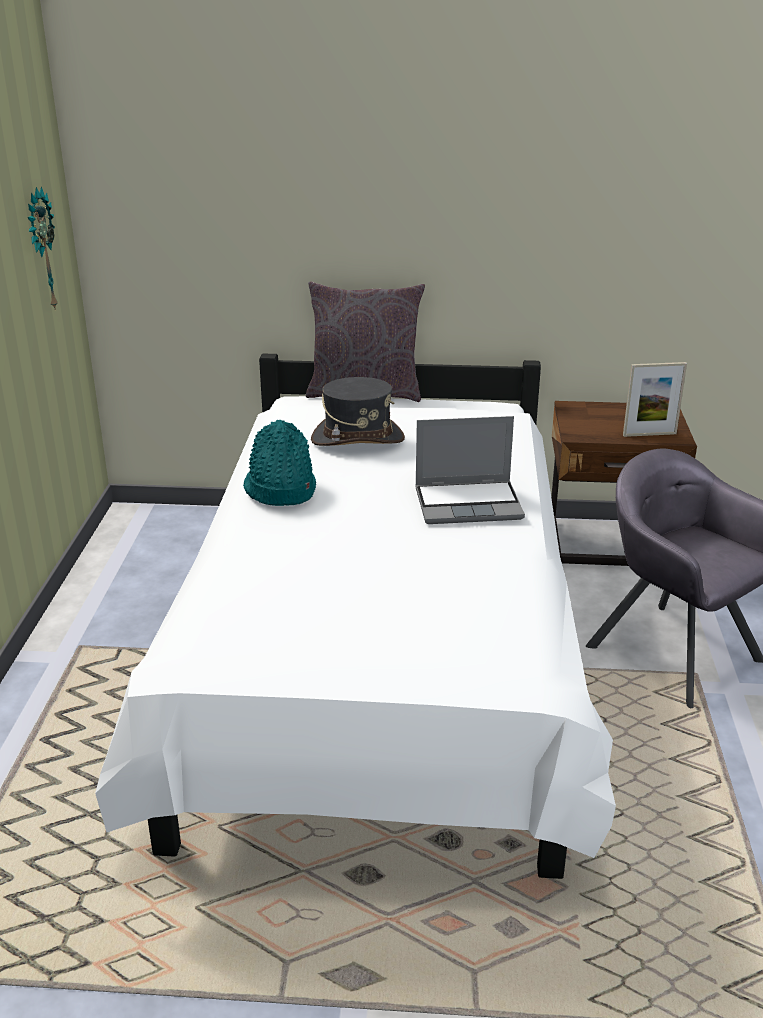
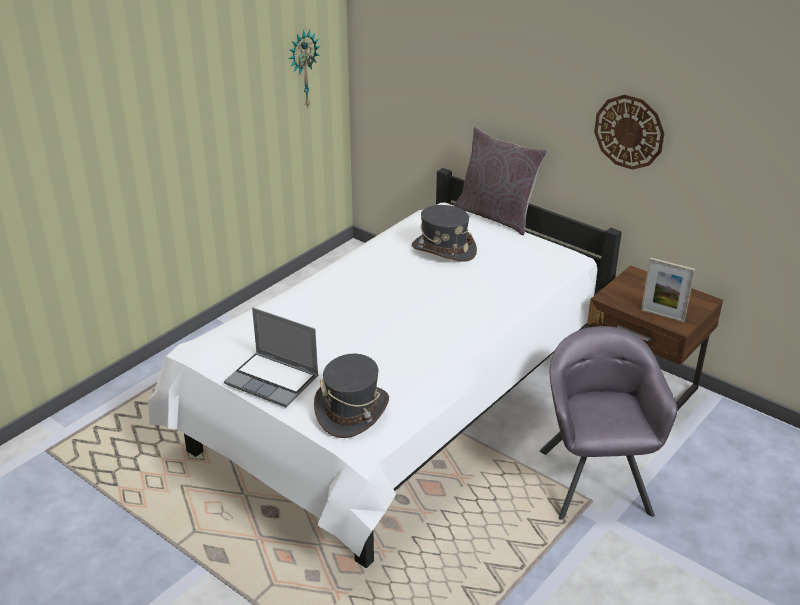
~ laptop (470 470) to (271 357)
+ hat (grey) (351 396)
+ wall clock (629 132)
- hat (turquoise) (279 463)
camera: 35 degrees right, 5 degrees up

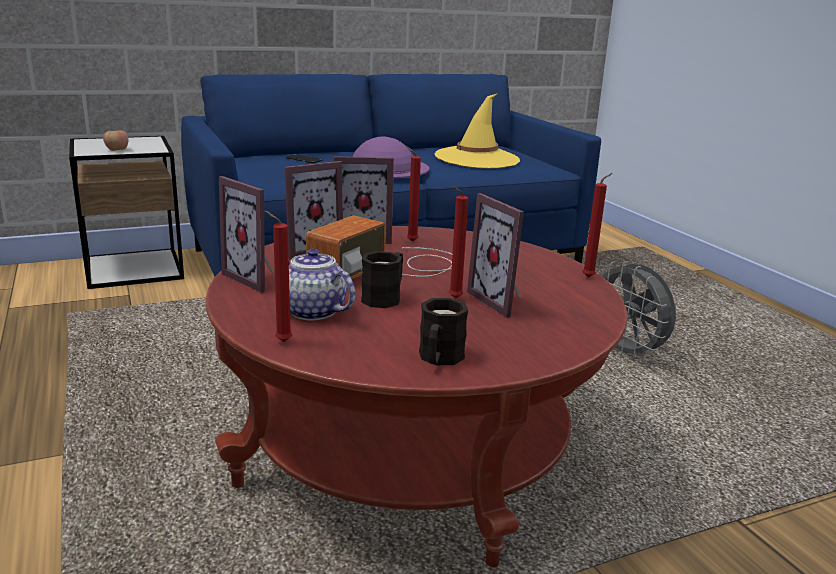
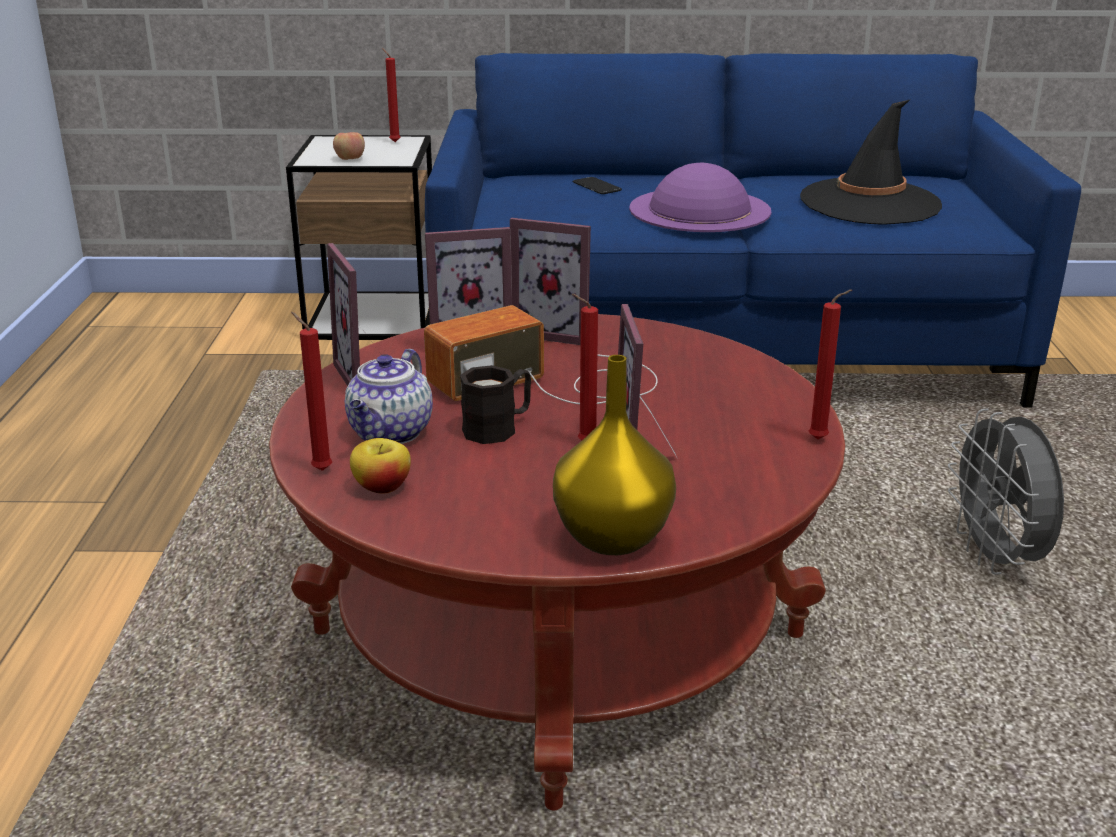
~ teapot (322 284) = (389 396) 135 degrees counterclockwise
+ apple (380 466)
~ candle (red) (413 194) to (391 95)
+ vase (yellow) (614 455)
~ hat (yellow) (477 130) to hat (black) (871 162)
- mug (black) (443 331)
camera: 25 degrees right, 5 degrees up

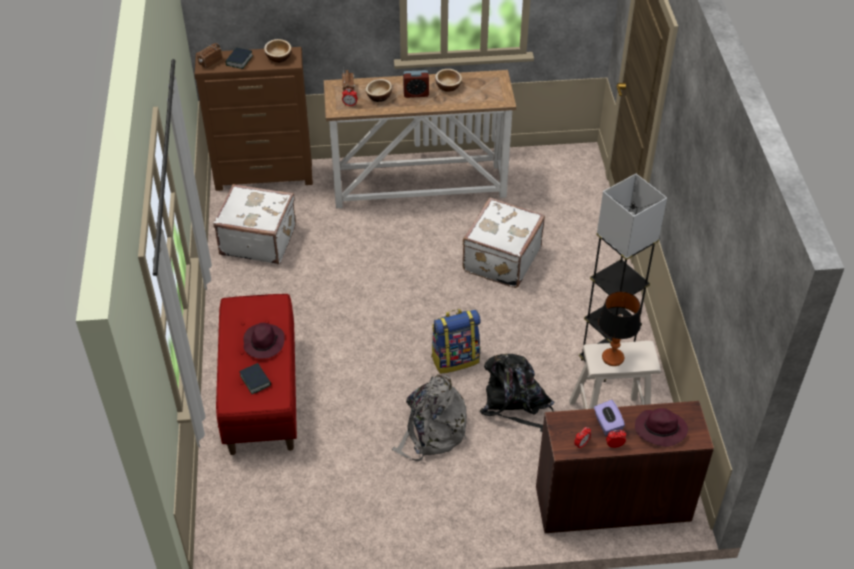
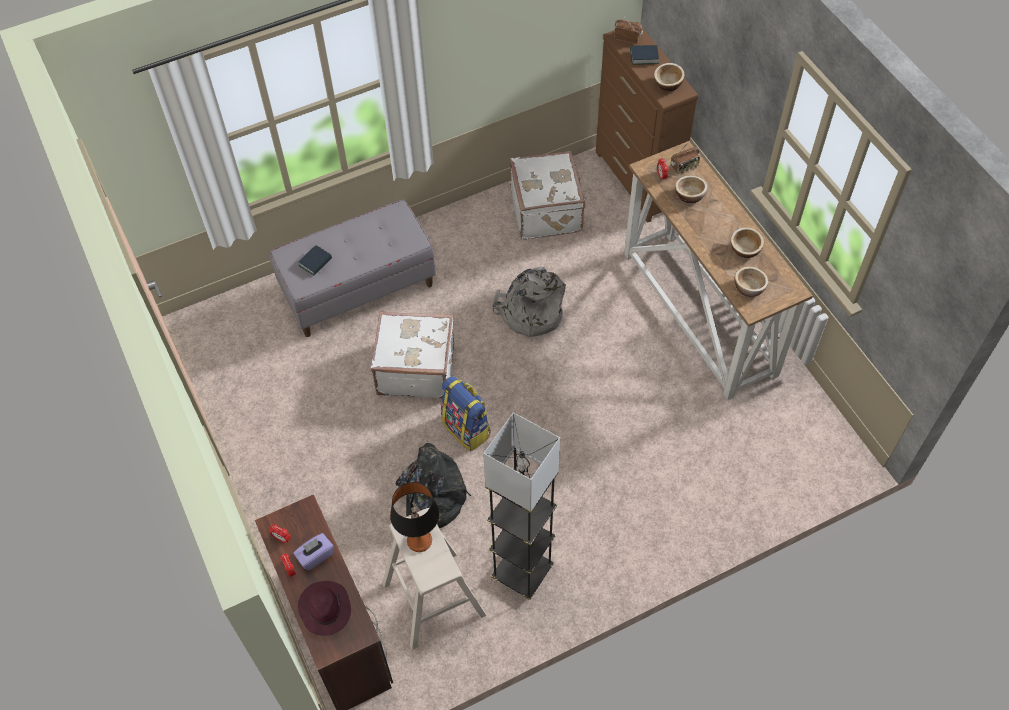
~ bench (red) (256 374) to bench (grey) (352 268)
~ suitcase (white) (504 243) to (412 354)
~ backpack (grey) (429 417) to (529 302)
+ bowl (751 282)
- hat (purple) (264 341)
- alarm clock (416 84)
camera: 70 degrees right, 10 degrees up

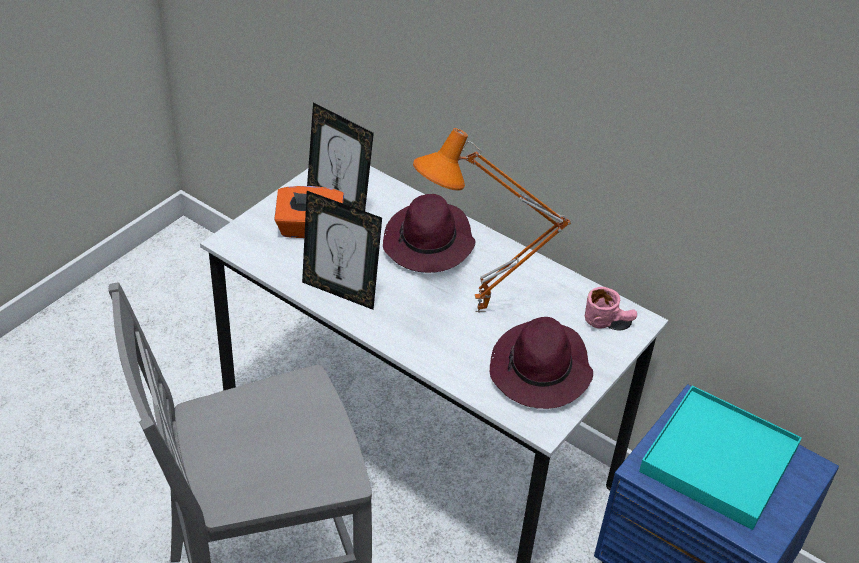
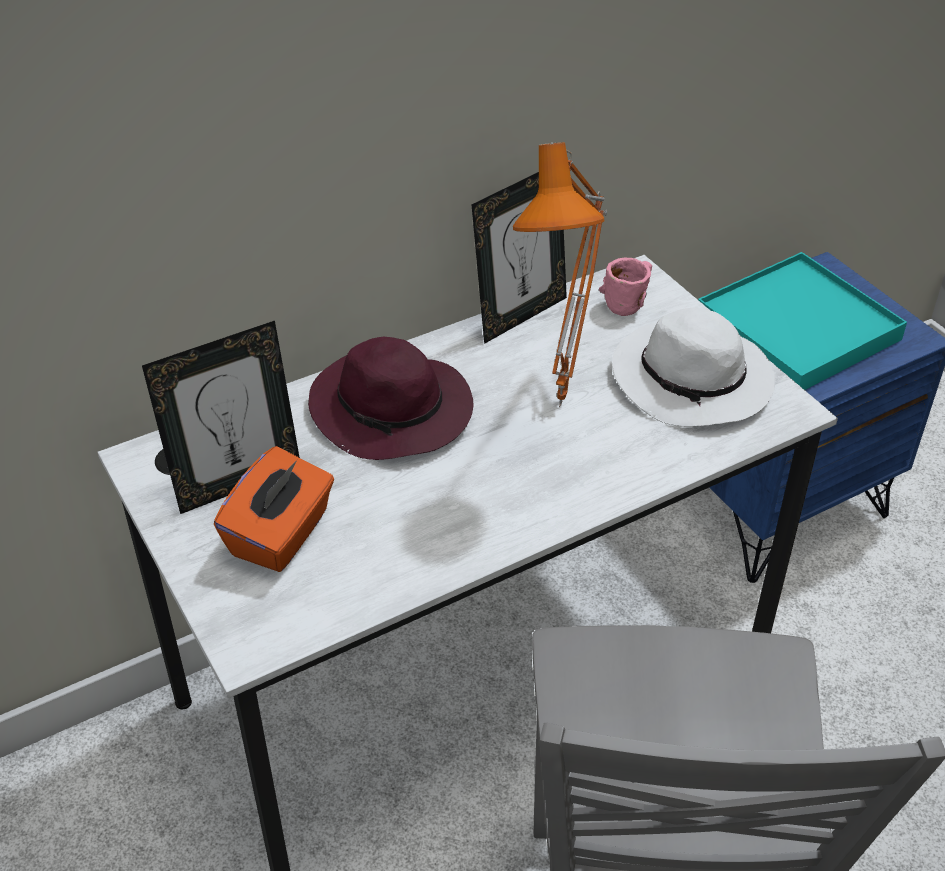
~ picture frame (342 250) to (519 258)
~ hat (purple) (541 363) to hat (white) (693 367)
camera: 65 degrees left, 0 degrees up

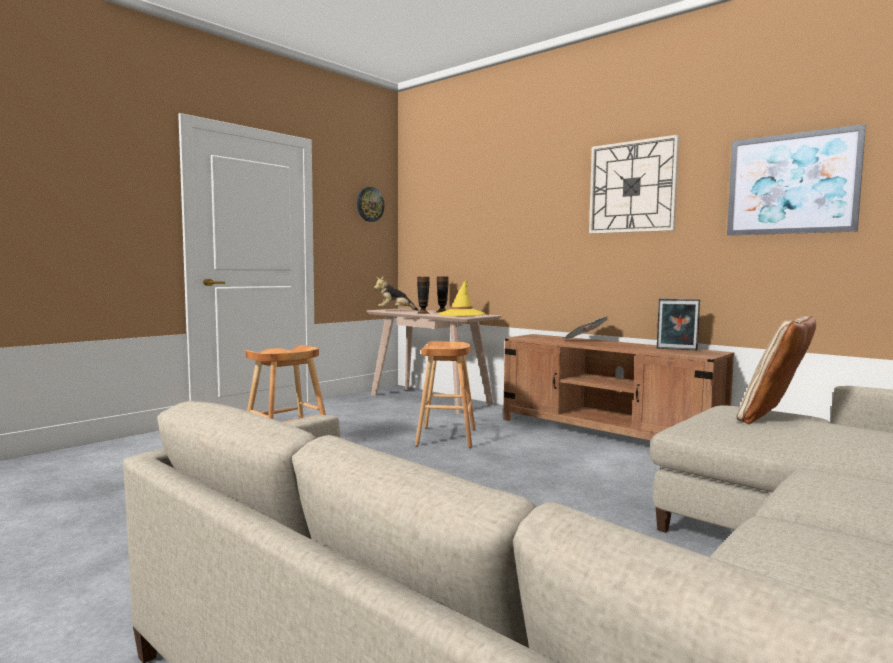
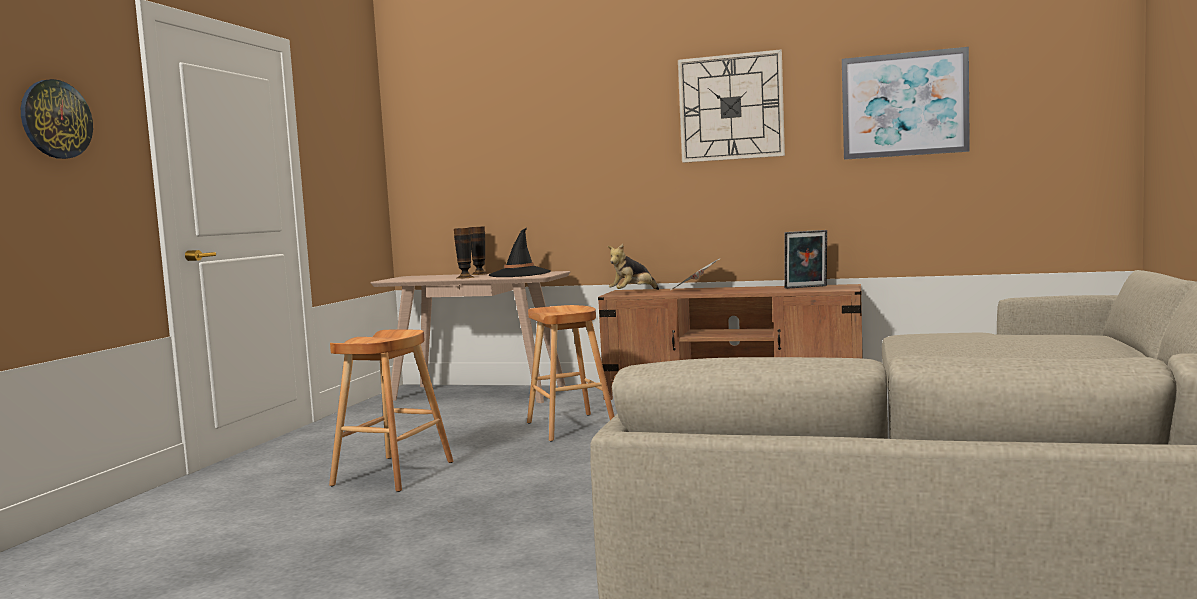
~ wall clock (370 204) to (57 119)
~ hat (yellow) (461 297) to hat (black) (519 252)
~ plush toy (396 294) to (633 267)
- pillow (beige) (776 370)
camera: 25 degrees left, 0 degrees up

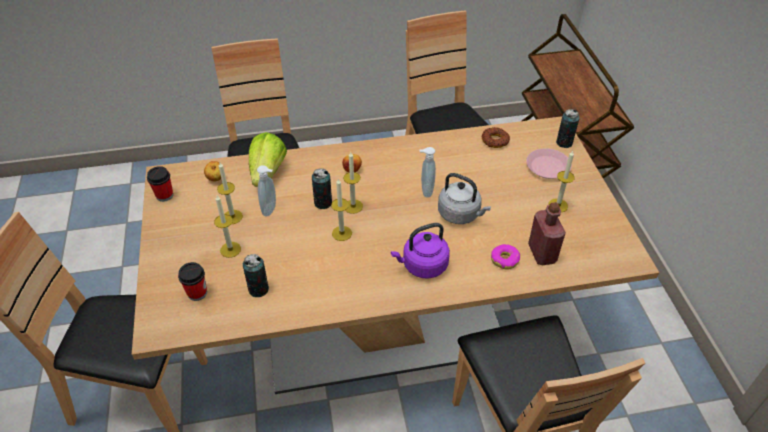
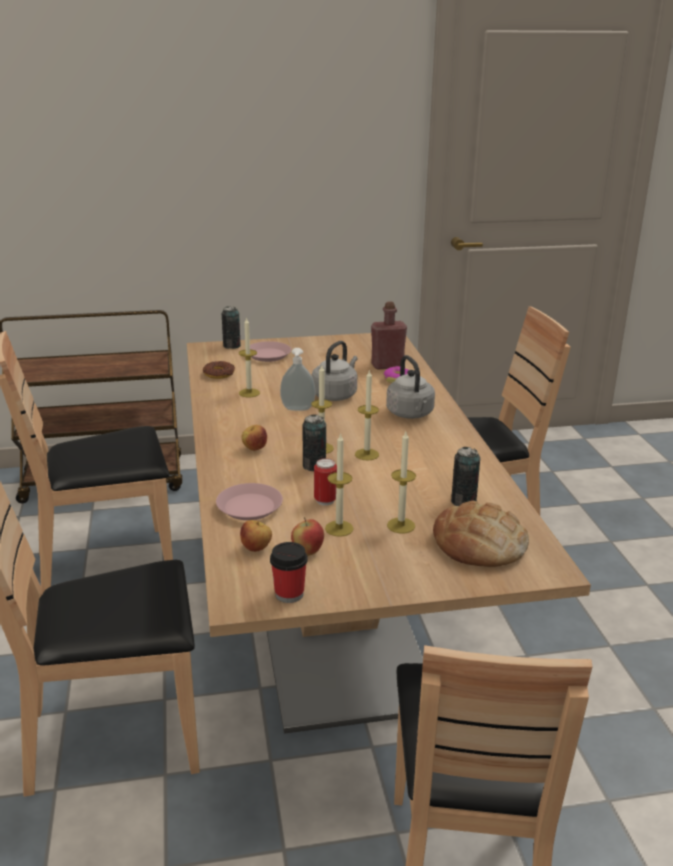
~ lettuce (268 159) to plate (pink) (249 501)
~ candle (561 181) to (249 357)
+ apple (307 536)
~ soap dispenser (266 190) to can (325 482)
~ kettle (purple) (420 251) to kettle (grey) (410 387)
~ cup (192 281) to bread (481 534)
camera: 90 degrees left, 20 degrees down

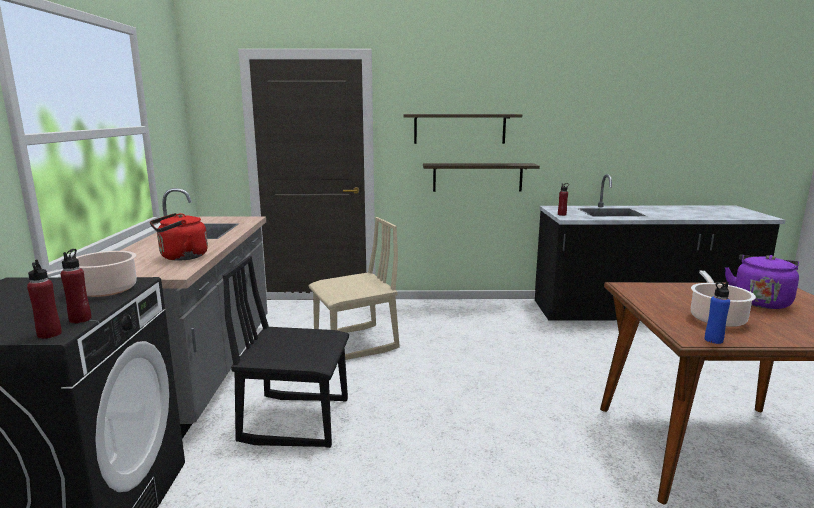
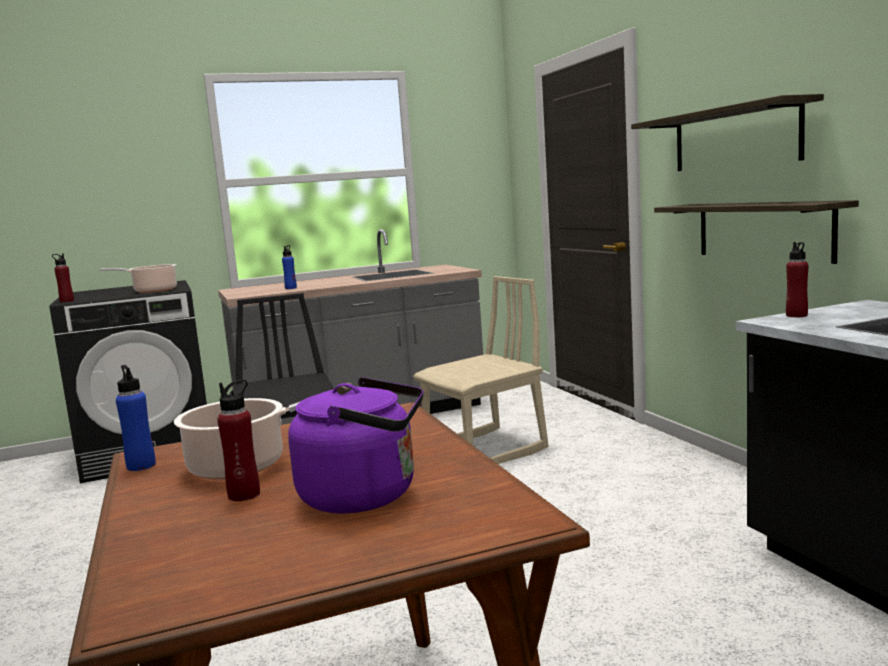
~ bottle (red) (76 286) to (238 440)
~ kettle (red) (179 237) to bottle (blue) (289 267)
~ chair (beige) (354 288) = (480 370) 75 degrees counterclockwise
camera: 70 degrees right, 5 degrees down

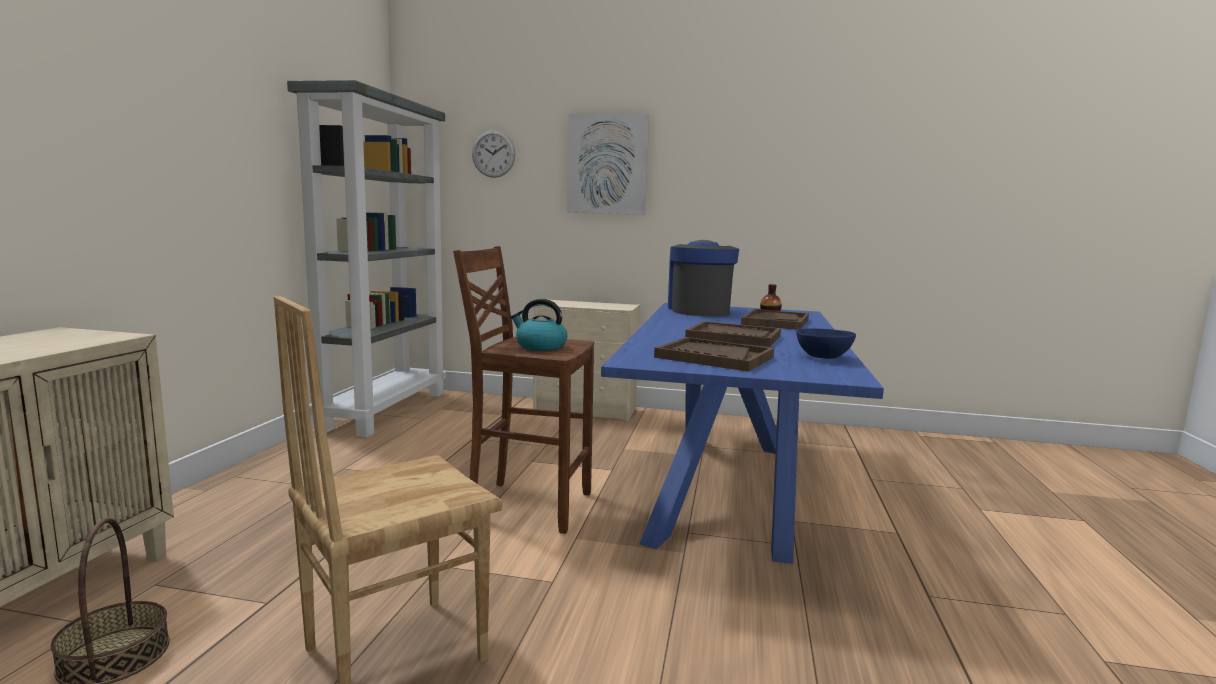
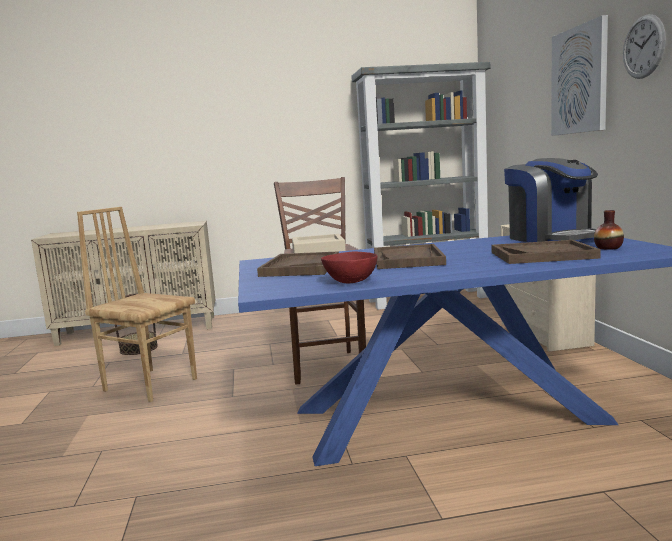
~ kettle (539 325) to tray (beige) (319 243)
~ bowl (blue) (826 343) to bowl (red) (349 267)
~ coffee machine (703 278) = (551 200) 90 degrees clockwise
~ wall clock (494 154) to (644 46)
camera: 70 degrees right, 0 degrees up

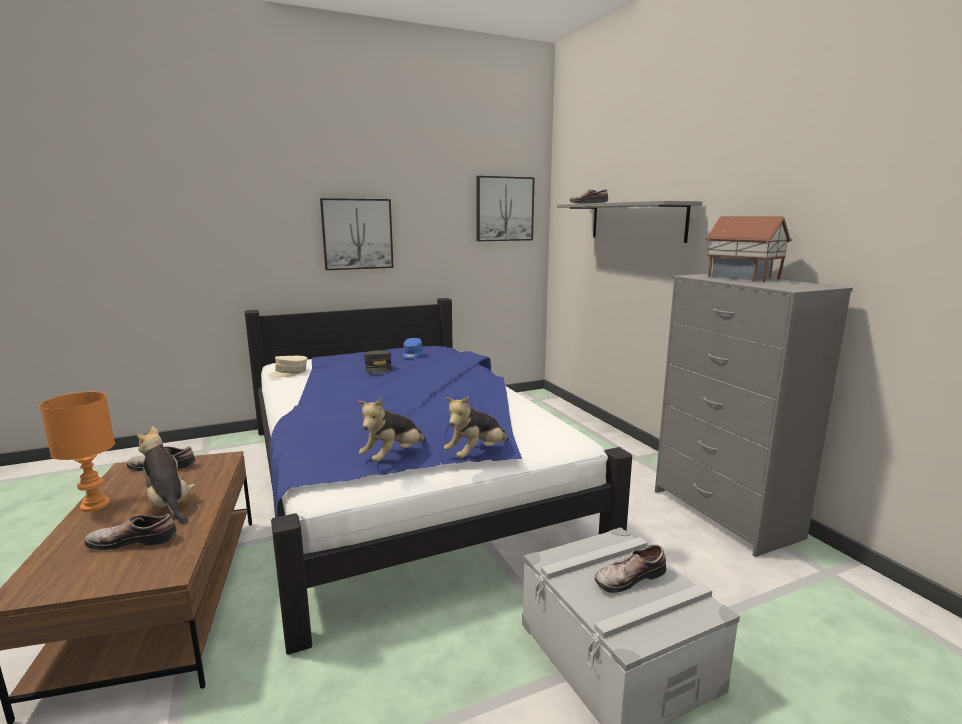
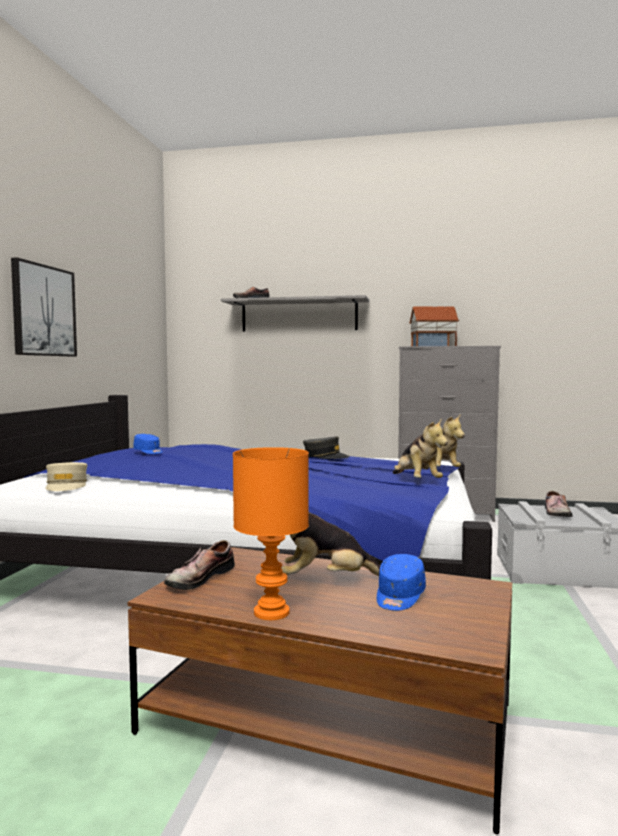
~ cap (grey) (378 362) to (326 447)
~ shoe (130 532) to cap (blue) (401 582)
- picture (505 208)
camera: 55 degrees left, 10 degrees down

